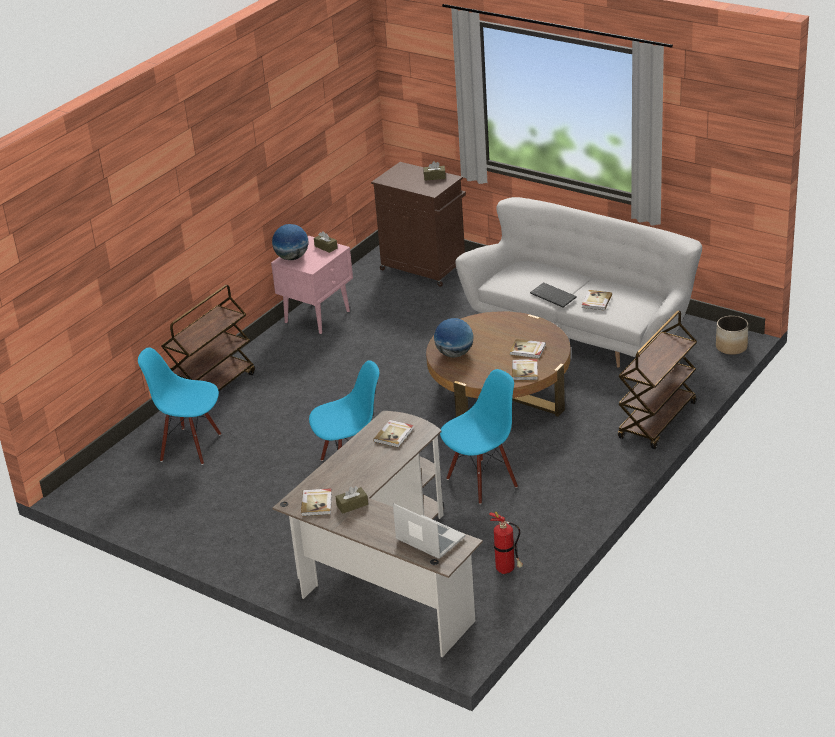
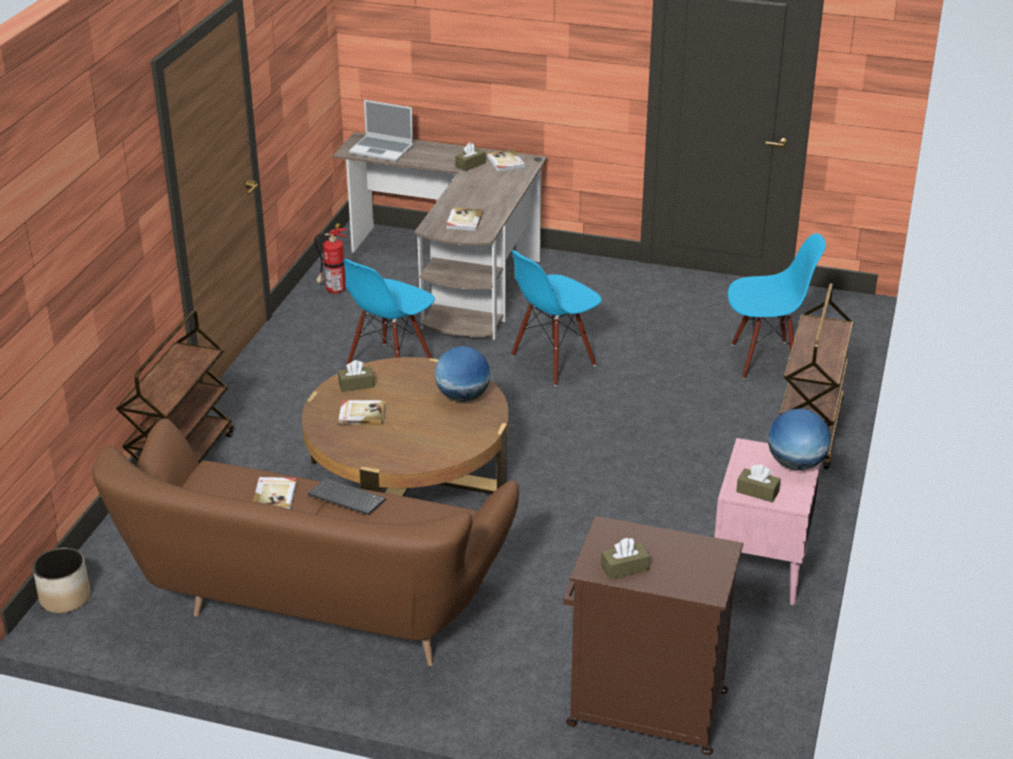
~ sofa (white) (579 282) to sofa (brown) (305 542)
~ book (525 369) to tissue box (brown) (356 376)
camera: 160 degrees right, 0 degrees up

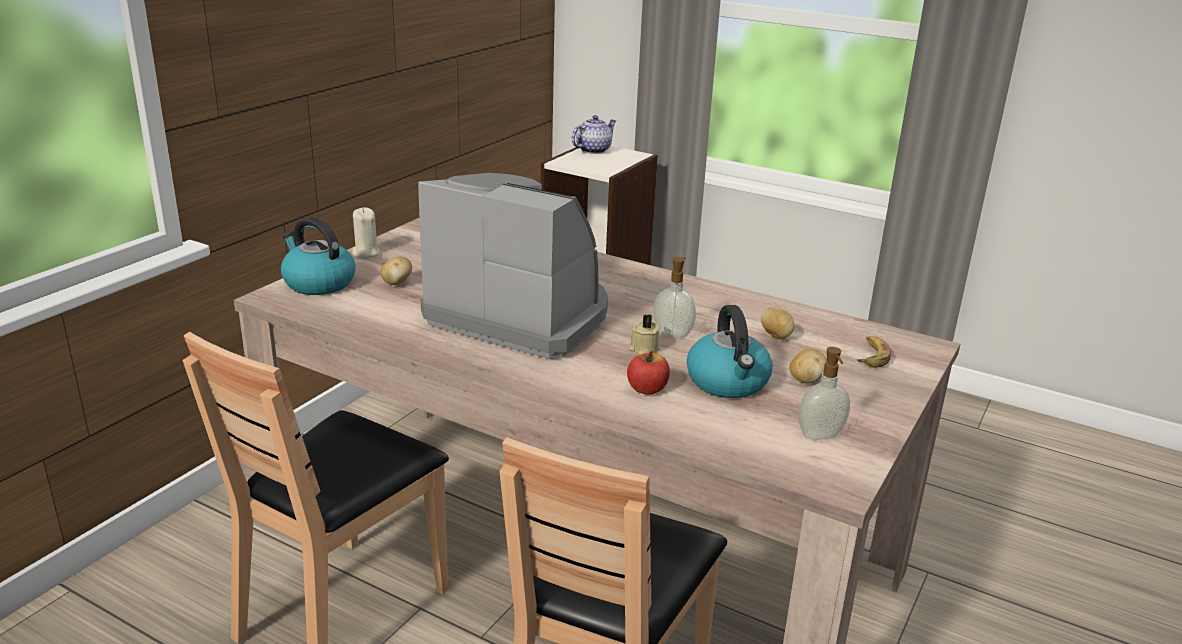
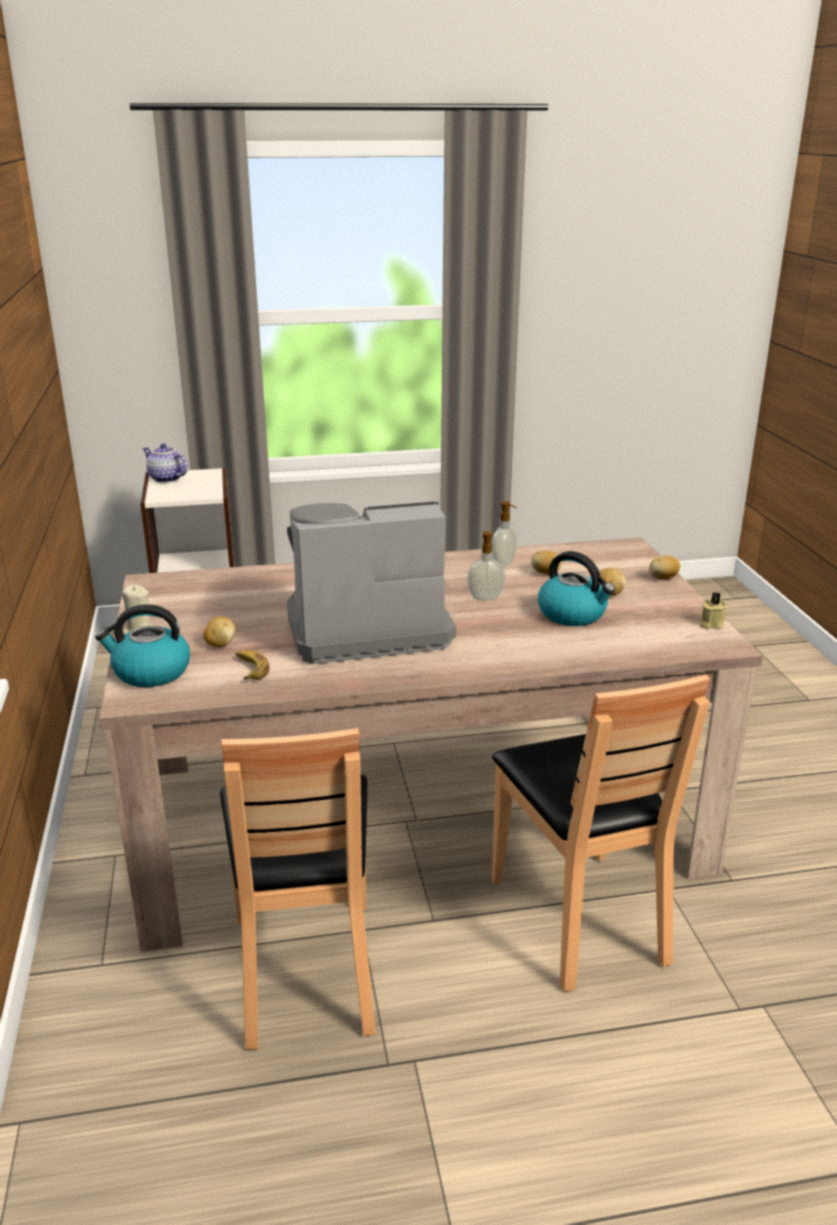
~ teapot (594 134) = (165 463) 60 degrees counterclockwise
~ banana (874 352) to (253 665)
~ soap dispenser (824 393) to (504 534)
+ potato (664 567)
~ candle (beige) (644 334) to (713 610)
- apple (648 373)
camera: 40 degrees left, 0 degrees up

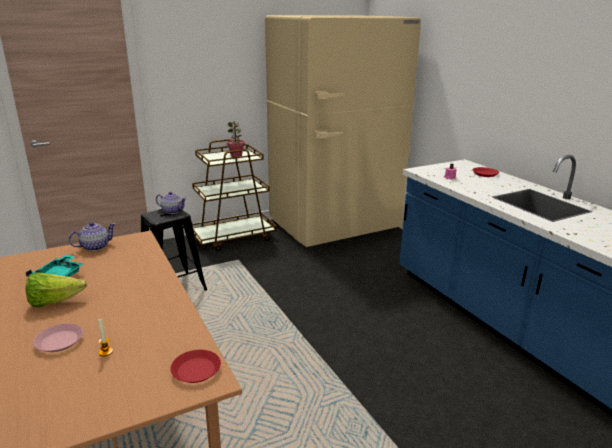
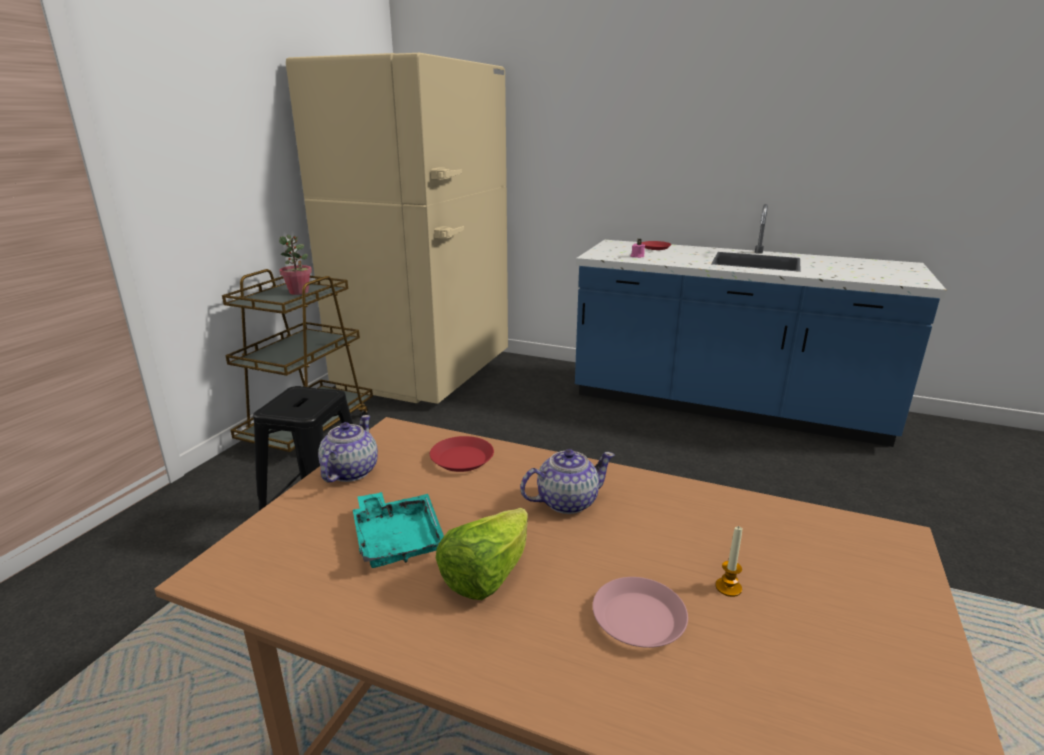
~ plate (red) (195 366) to (462 454)
~ teapot (171 203) to (567 481)
camera: 40 degrees left, 0 degrees up

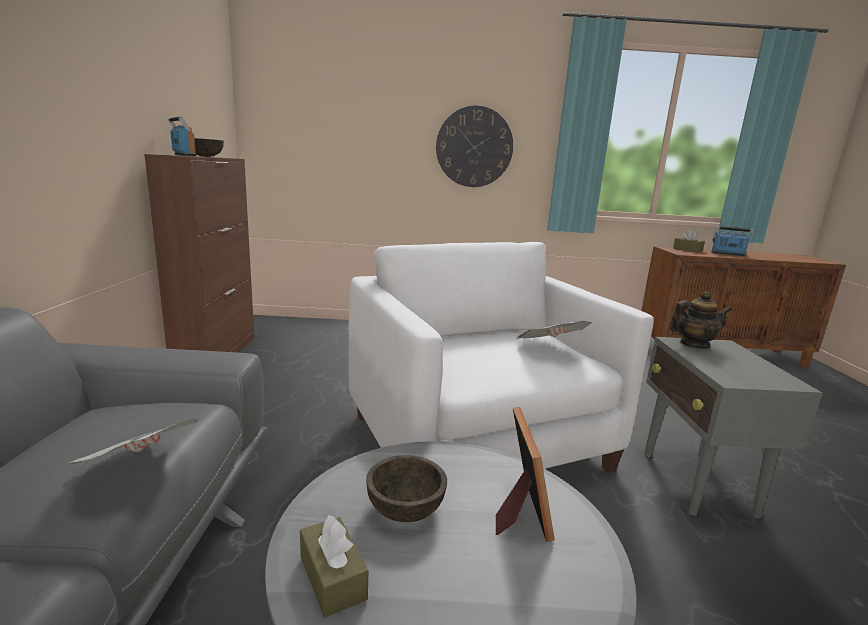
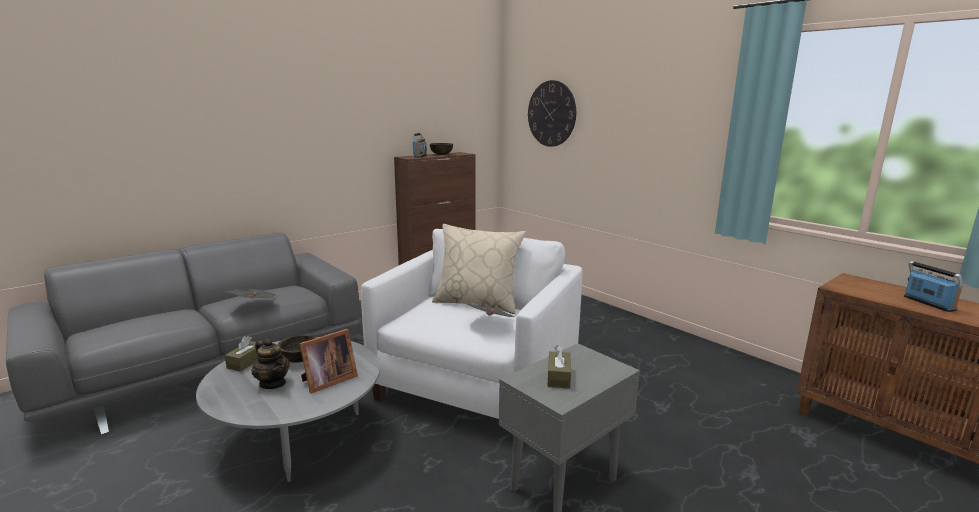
~ teapot (700 320) to (270 364)
+ pillow (beige) (479 269)
~ wall clock (474 146) to (552 113)
~ tissue box (brown) (689 241) to (559 367)
camera: 50 degrees right, 0 degrees up

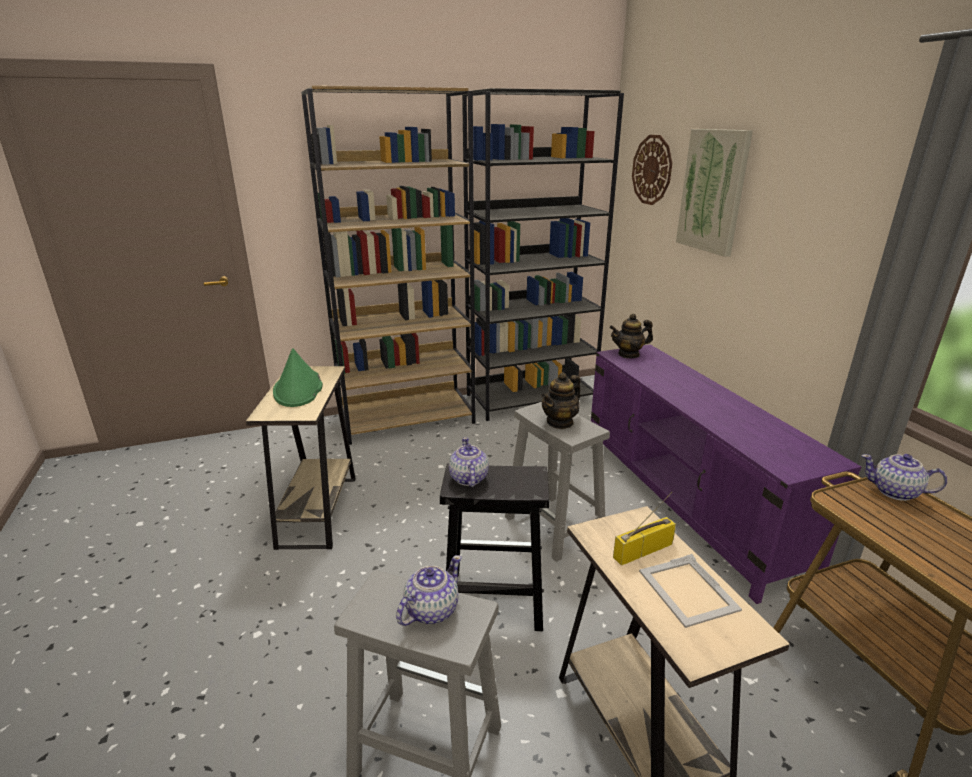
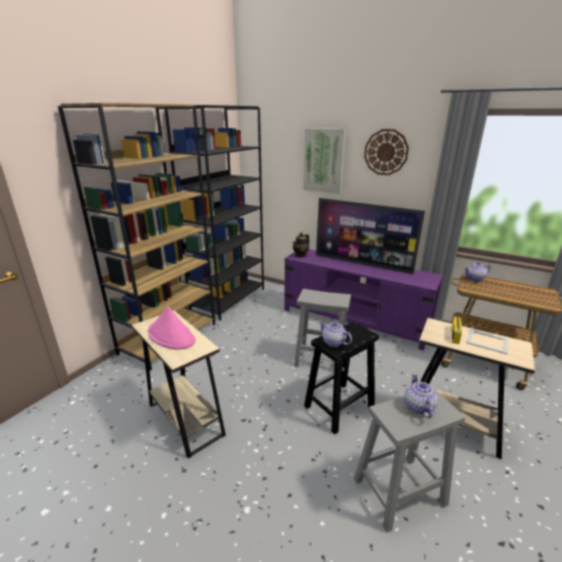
~ hat (green) (298 377) to hat (pink) (171 328)
+ television (370 236)
~ wall clock (652 170) to (386 152)
- teapot (561 400)
camera: 40 degrees left, 0 degrees up

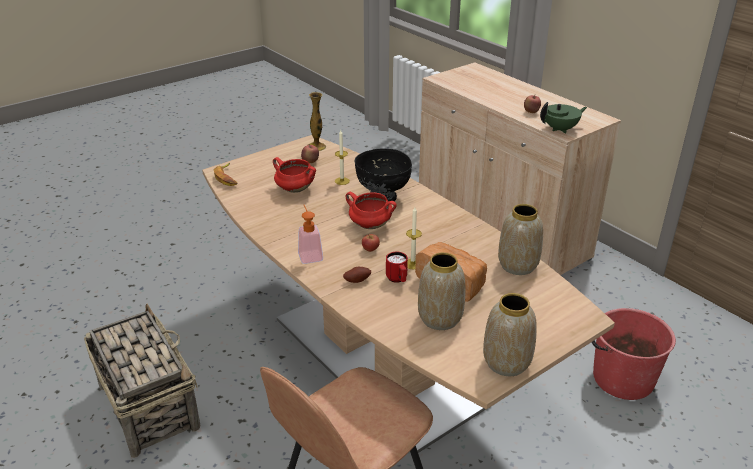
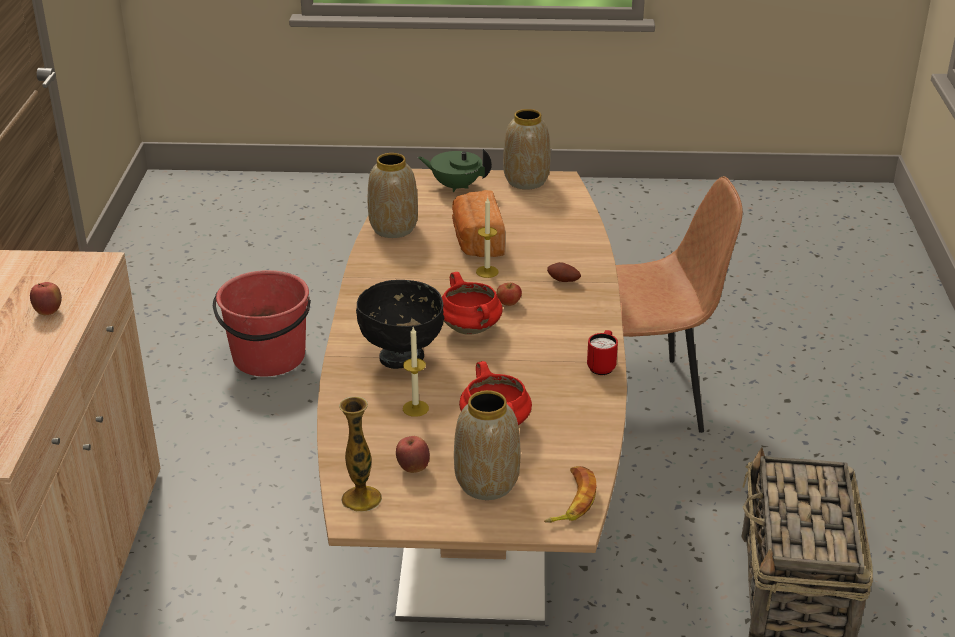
~ teapot (green) (563 118) to (455 170)
~ vase (441 291) to (487 445)
~ mug (red) (397 267) to (602 352)
- soap dispenser (310 234)
camera: 140 degrees left, 0 degrees up

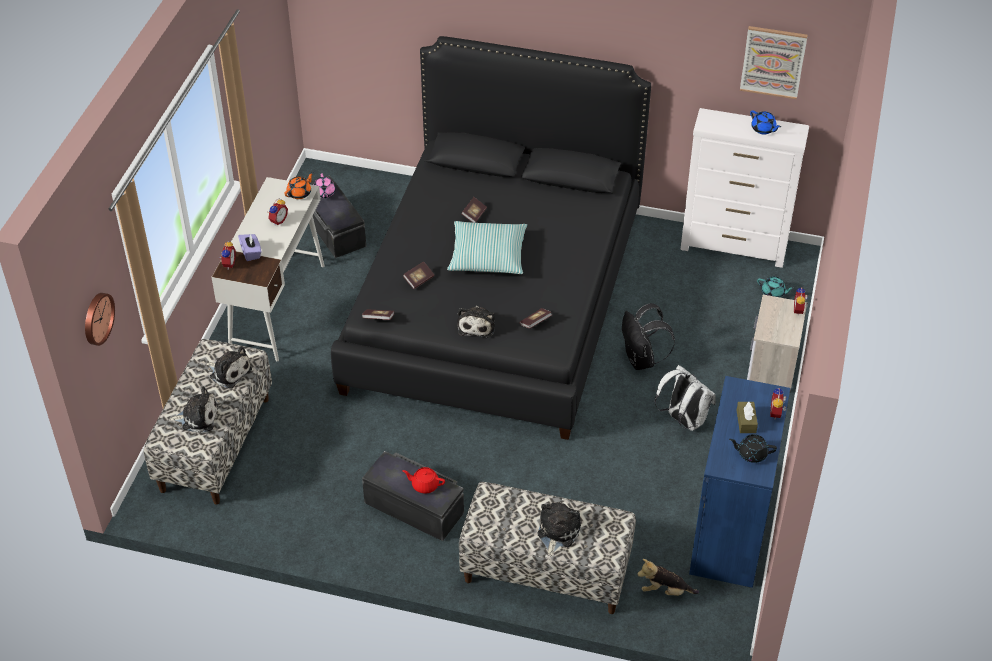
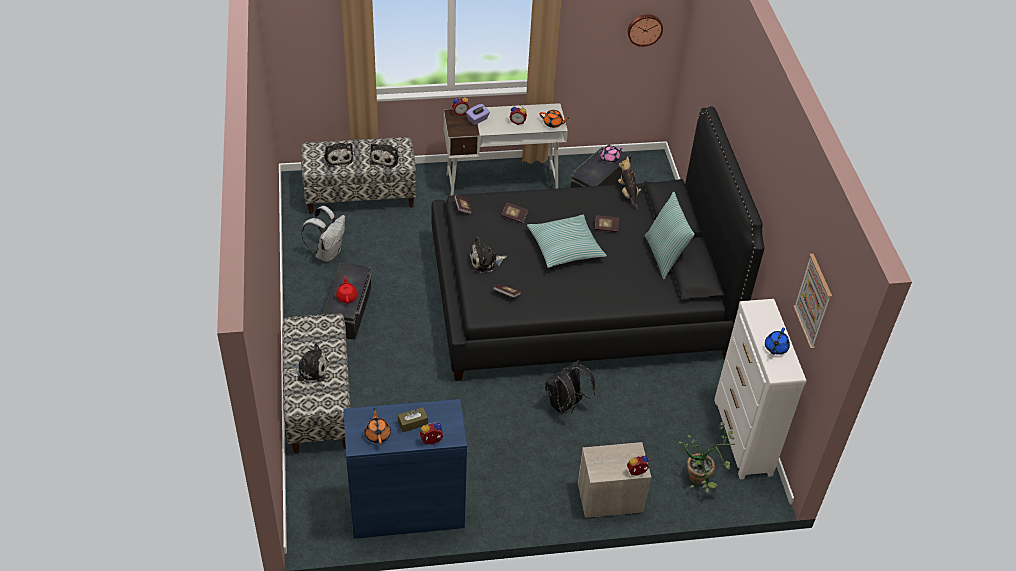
~ backpack (white) (685 398) to (323 234)
~ teapot (black) (753 448) to teapot (orange) (378 426)
~ plush toy (668 577) to (629 183)
~ wall clock (100 319) to (645 30)
+ pillow (670 235)
~ teapot (turquoise) (775 286) to potted plant (706 457)
camera: 65 degrees right, 0 degrees up

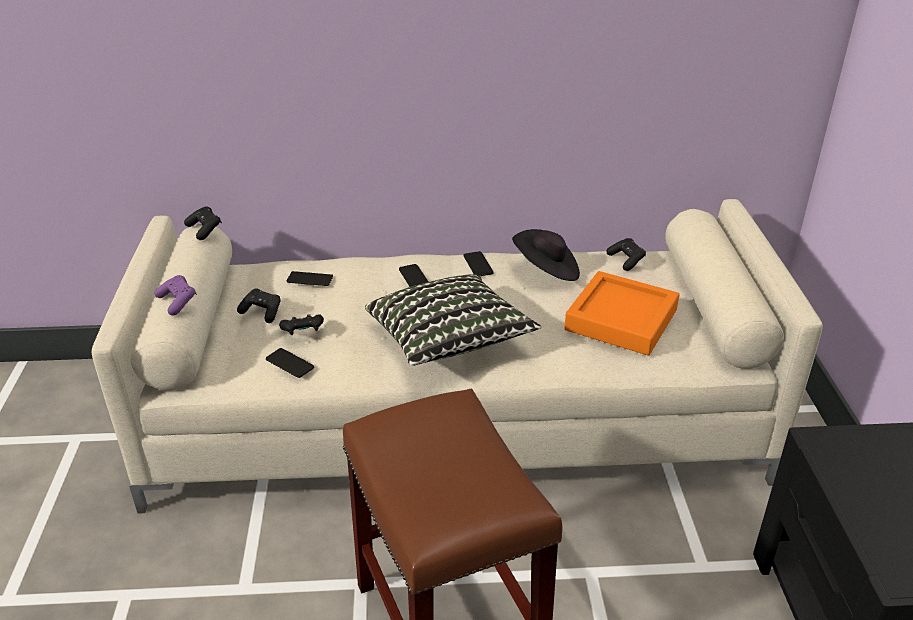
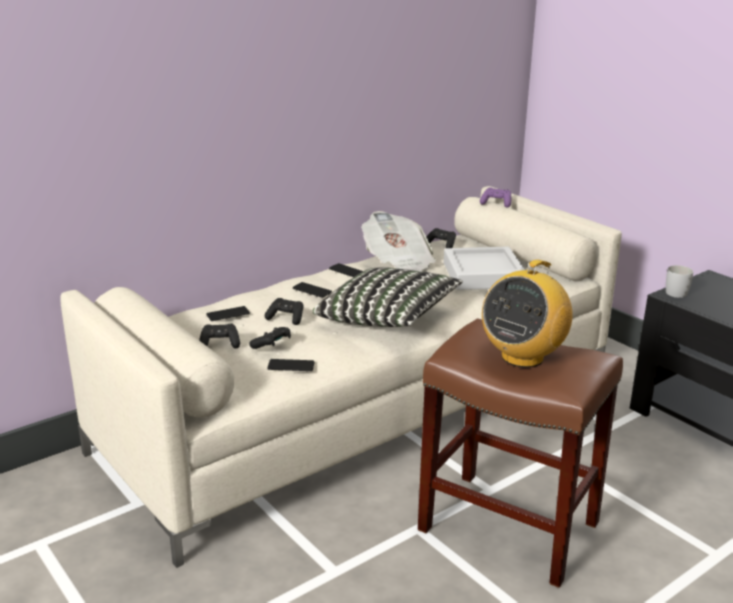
~ game controller (black) (203 223) to (284 311)
~ hat (black) (546 255) to newspaper (398 241)
~ tray (orange) (621 313) to tray (grey) (484 268)
~ game controller (purple) (175 295) to (495 198)
+ radio (527 314)
+ mug (white) (679 281)
camera: 35 degrees left, 10 degrees down

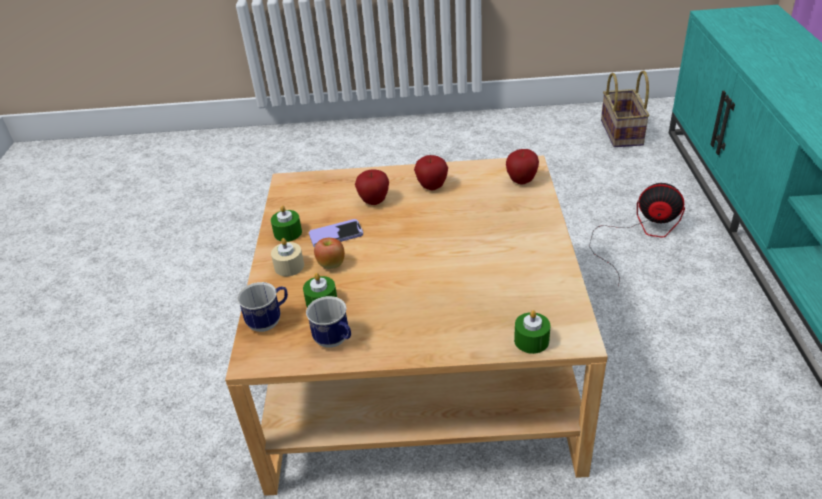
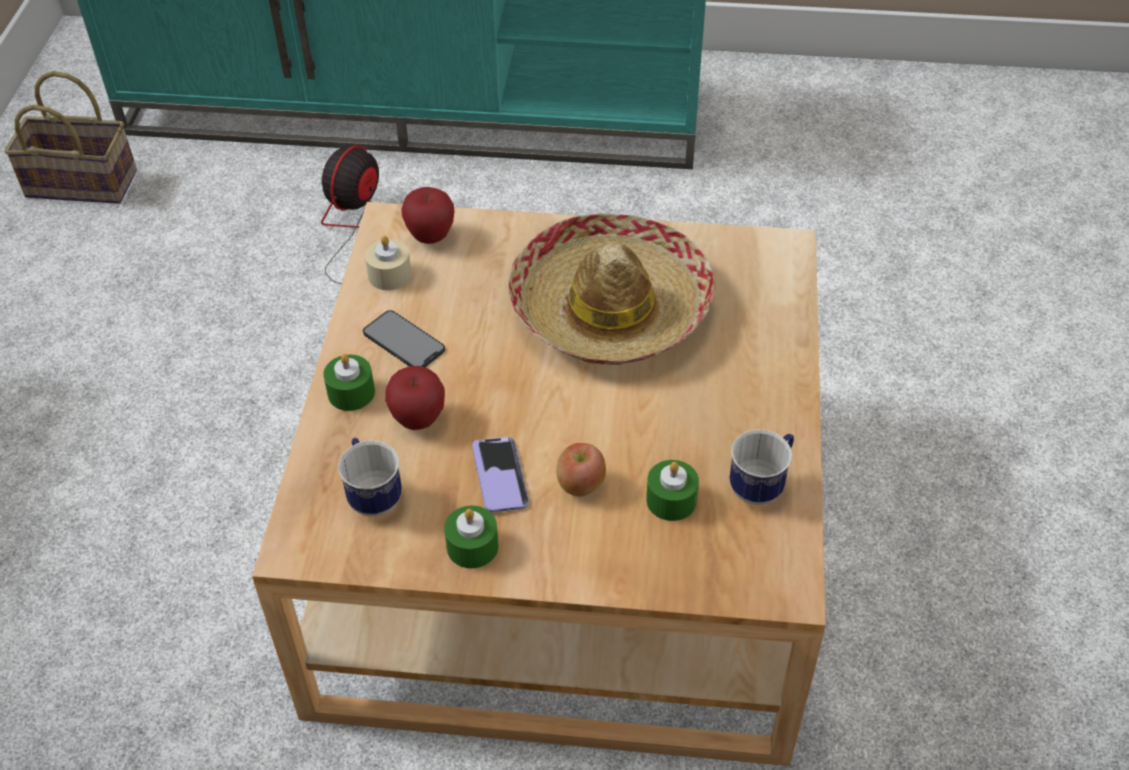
~ candle (green) (532 332) to (349 382)
~ mug (262 307) to (370 477)
~ apple (431 172) to phone (404 338)
~ candle (beige) (287 257) to (388 263)
+ hat (612 289)
camera: 85 degrees left, 10 degrees up

